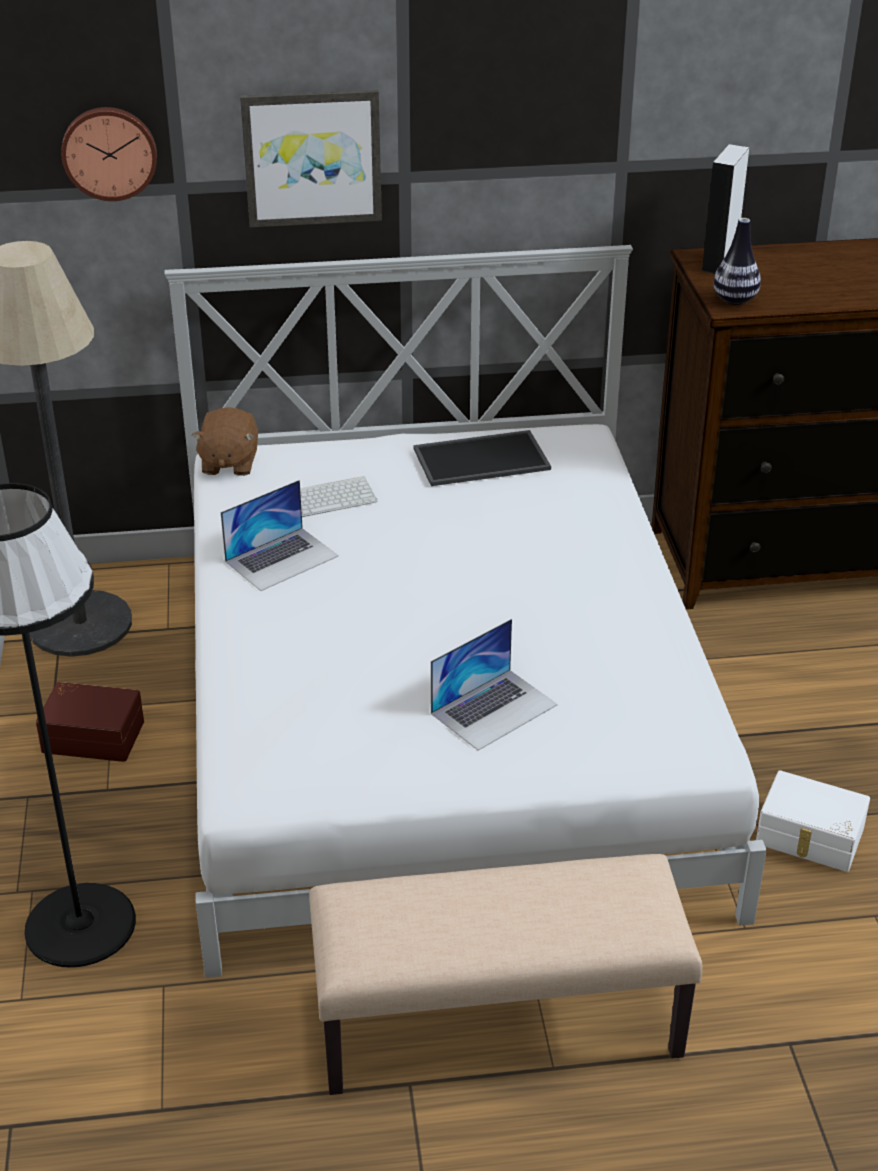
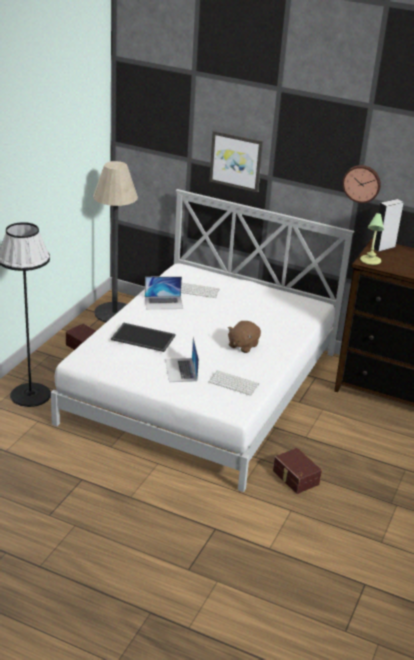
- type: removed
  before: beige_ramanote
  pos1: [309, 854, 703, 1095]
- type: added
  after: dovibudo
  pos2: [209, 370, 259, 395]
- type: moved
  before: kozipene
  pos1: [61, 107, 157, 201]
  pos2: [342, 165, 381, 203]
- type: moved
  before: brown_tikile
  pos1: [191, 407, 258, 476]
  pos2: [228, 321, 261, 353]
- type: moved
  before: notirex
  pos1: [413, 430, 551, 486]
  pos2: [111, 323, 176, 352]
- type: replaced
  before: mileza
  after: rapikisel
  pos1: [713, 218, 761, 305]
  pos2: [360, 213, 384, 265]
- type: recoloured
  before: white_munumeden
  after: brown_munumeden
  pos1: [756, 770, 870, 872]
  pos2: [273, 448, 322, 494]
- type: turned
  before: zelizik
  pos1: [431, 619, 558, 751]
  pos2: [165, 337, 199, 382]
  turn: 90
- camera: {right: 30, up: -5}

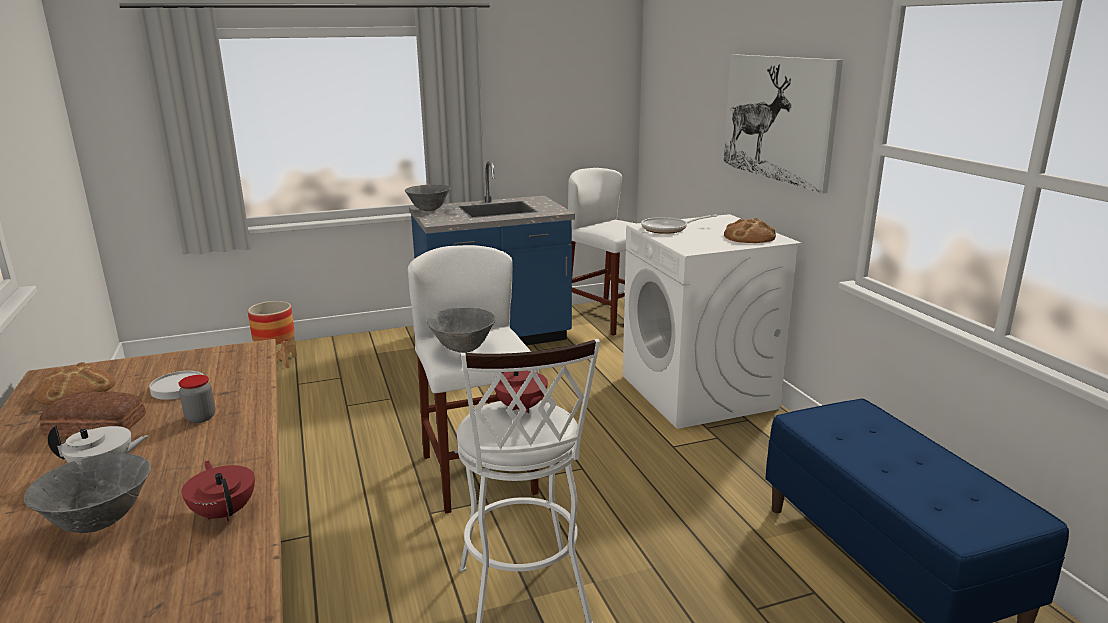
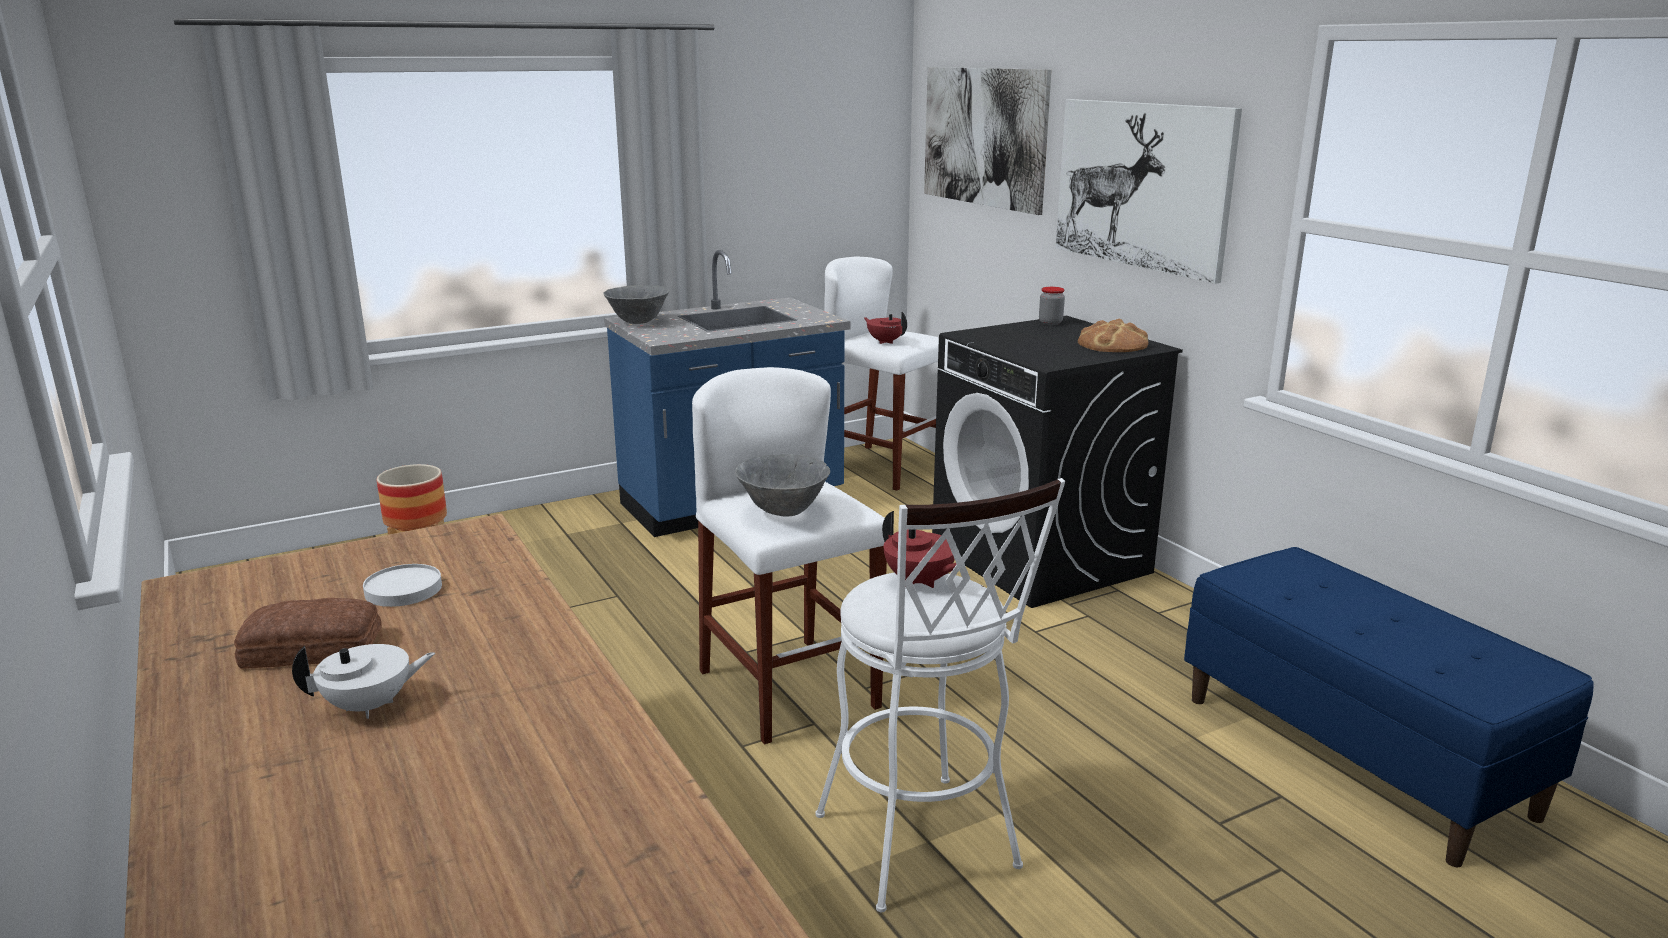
- type: removed
  before: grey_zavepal
  pos1: [24, 453, 151, 533]
- type: removed
  before: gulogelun
  pos1: [34, 362, 115, 405]
- type: removed
  before: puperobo
  pos1: [641, 214, 717, 234]
- type: added
  after: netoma
  pos2: [924, 67, 1052, 215]
- type: moved
  before: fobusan
  pos1: [179, 375, 215, 423]
  pos2: [1039, 287, 1065, 325]
- type: moved
  before: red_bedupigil
  pos1: [182, 461, 255, 521]
  pos2: [864, 312, 907, 344]
- type: recoloured
  before: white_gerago
  after: black_gerago
  pos1: [623, 214, 802, 429]
  pos2: [932, 316, 1183, 608]
- camera: {right: -10, up: 0}

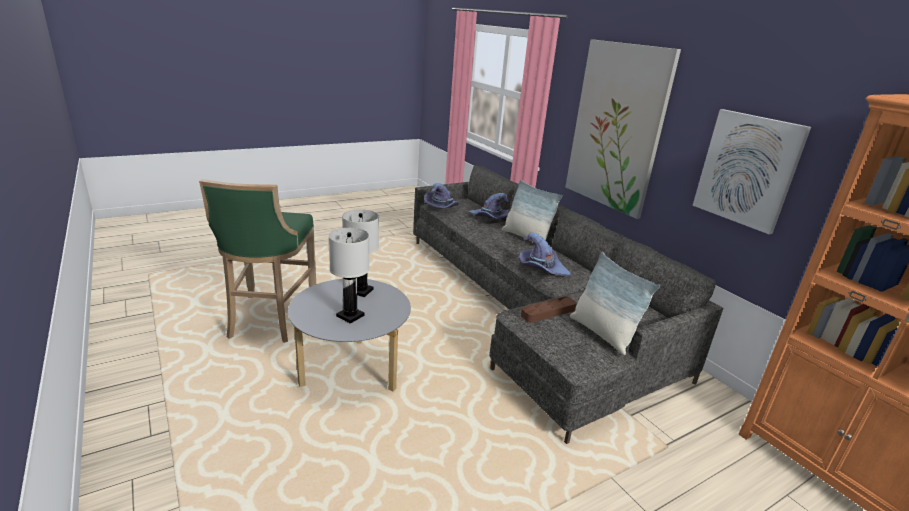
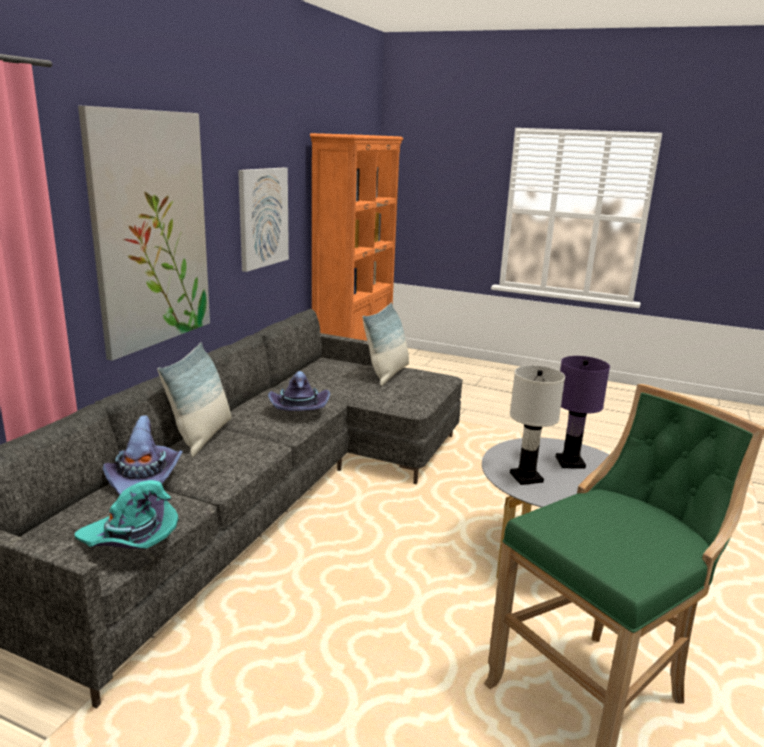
- type: removed
  before: brown_notirex
  pos1: [521, 296, 576, 323]
- type: recoloured
  before: white_rapikisel
  after: purple_rapikisel
  pos1: [329, 228, 370, 324]
  pos2: [556, 356, 610, 469]
- type: recoloured
  before: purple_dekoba
  after: turquoise_dekoba
  pos1: [424, 183, 459, 208]
  pos2: [74, 480, 179, 549]
- camera: {right: -125, up: -5}

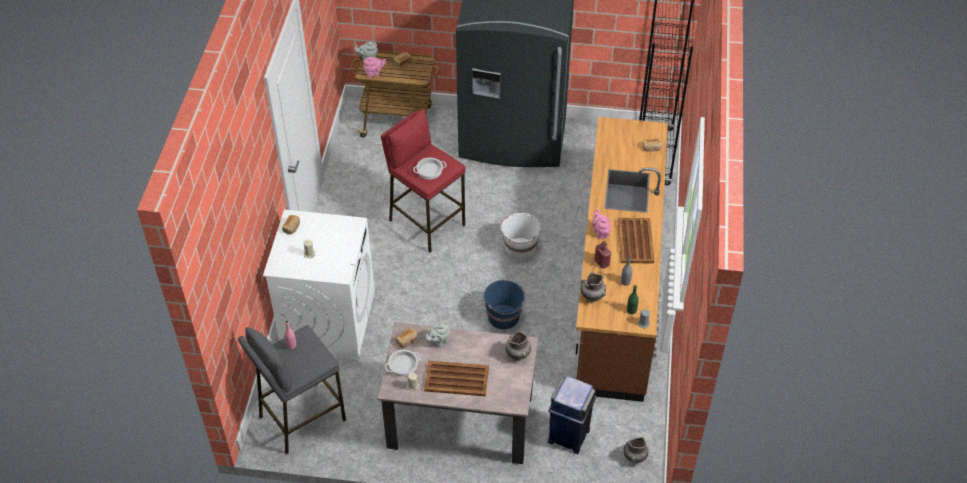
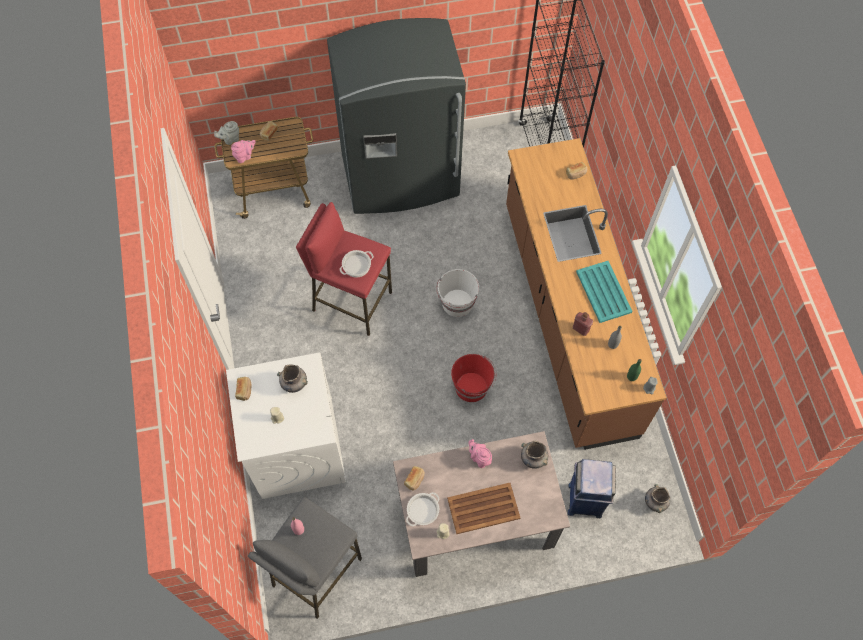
- type: removed
  before: grey_bedupigil
  pos1: [425, 321, 450, 348]
- type: moved
  before: grey_mileza
  pos1: [580, 272, 606, 302]
  pos2: [277, 365, 308, 393]
- type: moved
  before: pink_bedupigil
  pos1: [592, 209, 611, 239]
  pos2: [468, 439, 492, 468]
- type: recoloured
  before: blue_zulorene
  after: red_zulorene
  pos1: [484, 280, 526, 329]
  pos2: [451, 354, 497, 402]
- type: recoloured
  before: brown_notirex
  after: turquoise_notirex
  pos1: [618, 218, 655, 263]
  pos2: [576, 261, 633, 323]
- camera: {right: -20, up: 15}

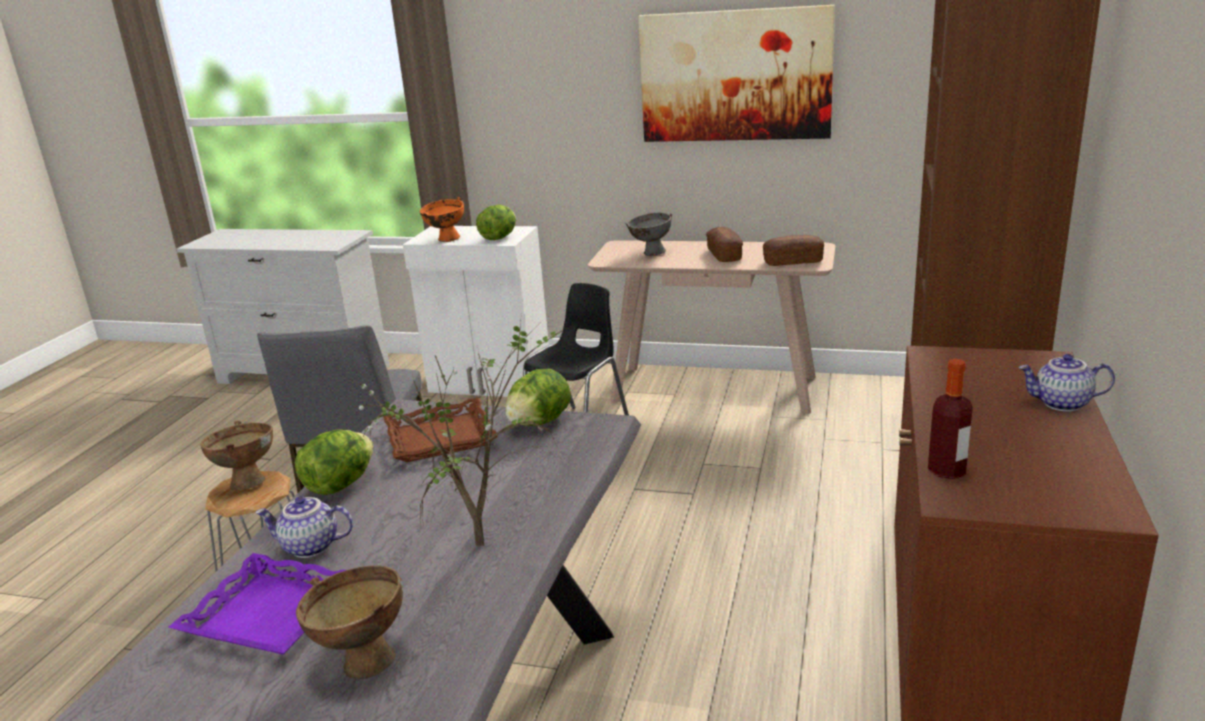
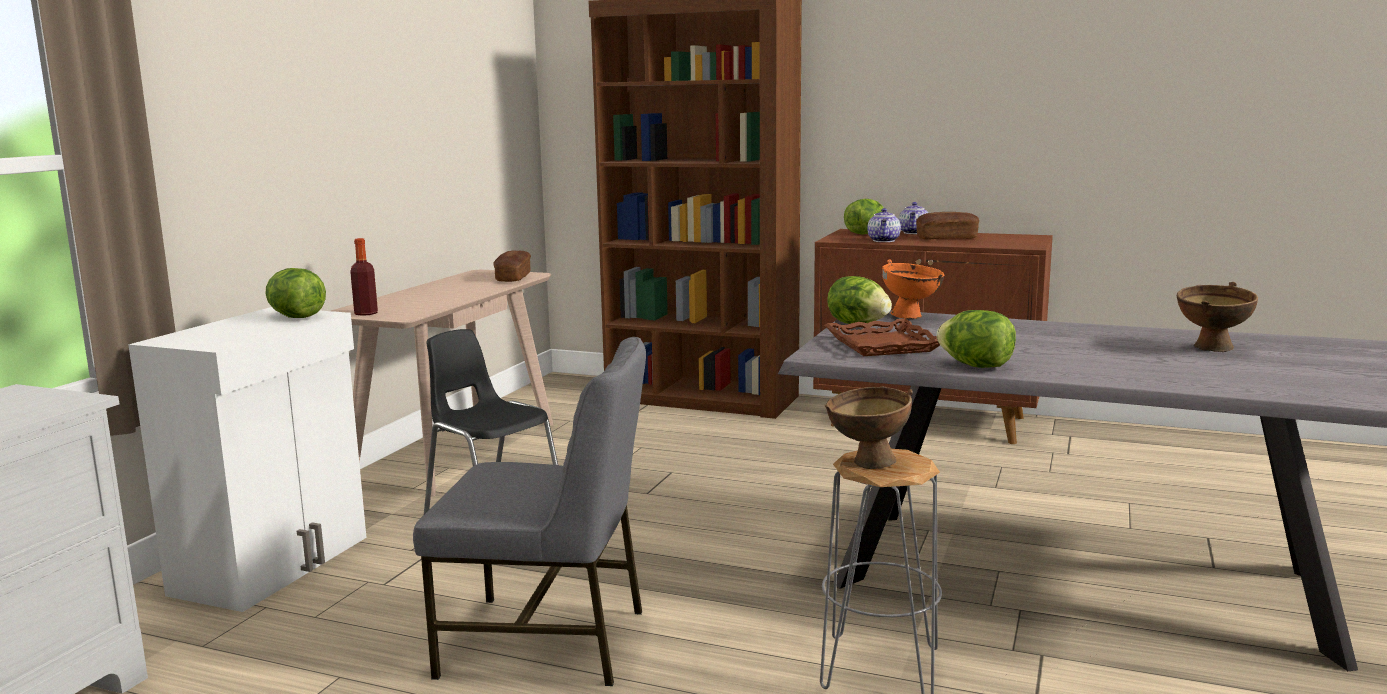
- type: removed
  before: purple_notirex
  pos1: [168, 553, 346, 655]
- type: removed
  before: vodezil
  pos1: [341, 311, 563, 546]
- type: removed
  before: grey_zavepal
  pos1: [625, 212, 672, 256]
- type: removed
  before: netoma
  pos1: [638, 5, 835, 142]
- type: added
  after: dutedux
  pos2: [844, 199, 883, 235]
- type: moved
  before: bedupigil
  pos1: [255, 496, 353, 558]
  pos2: [867, 208, 901, 242]
- type: moved
  before: orange_zavepal
  pos1: [420, 197, 464, 242]
  pos2: [882, 260, 944, 319]
- type: moved
  before: gulogelun
  pos1: [706, 227, 743, 262]
  pos2: [916, 212, 979, 240]
- type: moved
  before: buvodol
  pos1: [928, 359, 973, 479]
  pos2: [350, 238, 378, 316]
- camera: {right: -85, up: -10}

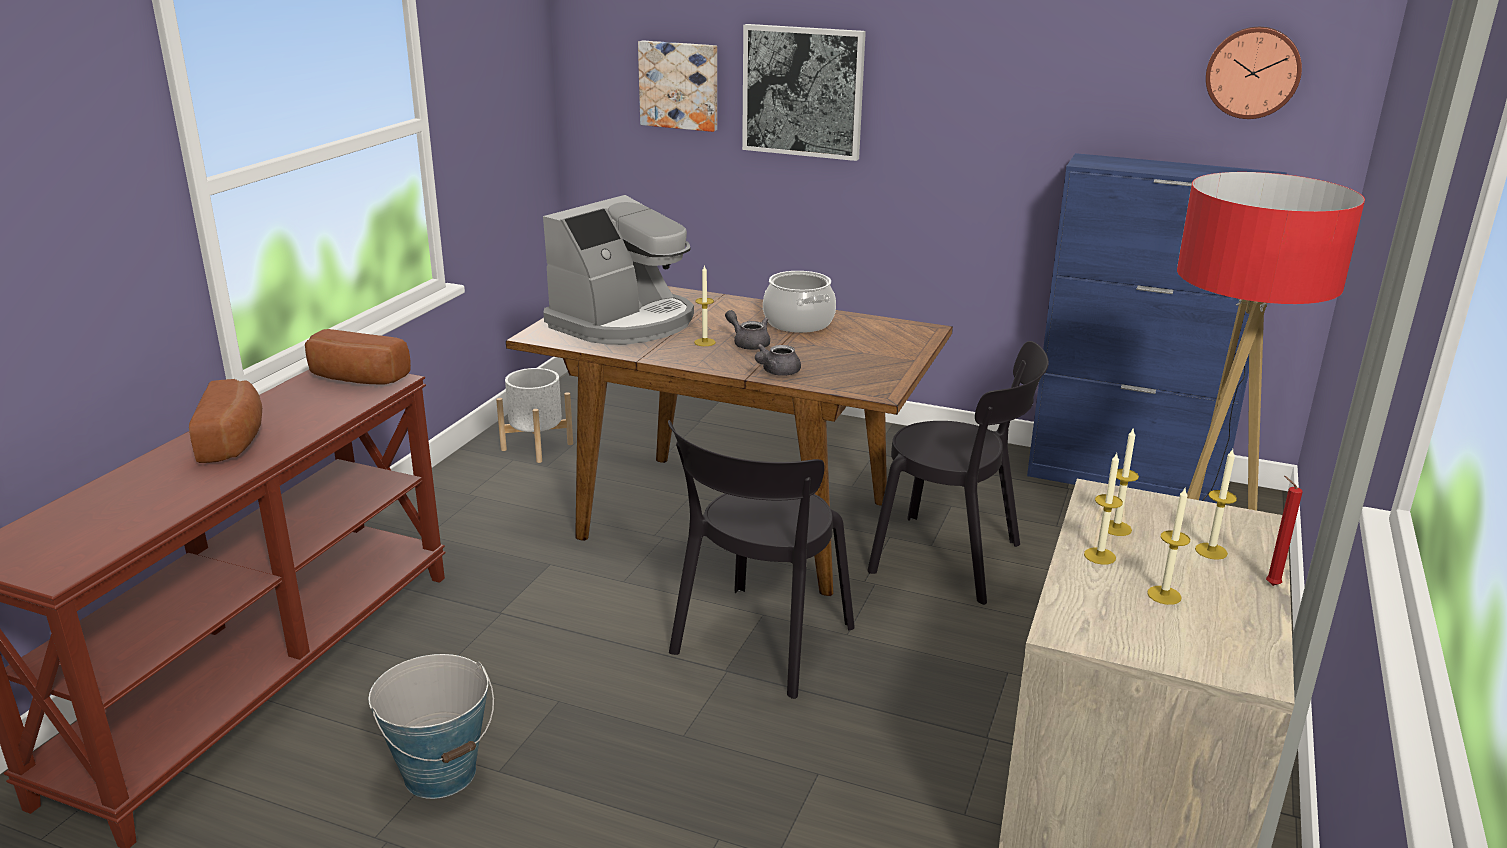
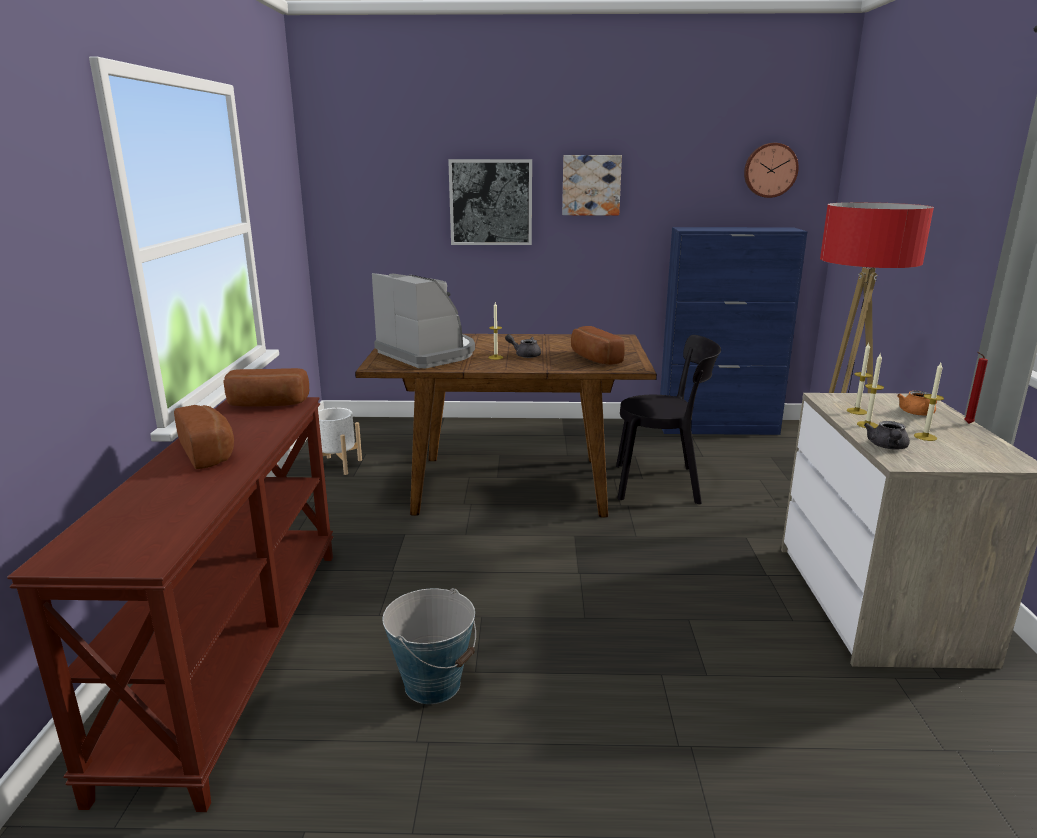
- type: removed
  before: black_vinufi
  pos1: [668, 420, 855, 699]
- type: removed
  before: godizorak
  pos1: [763, 271, 836, 333]
- type: added
  after: gulogelun
  pos2: [571, 326, 625, 365]
- type: moved
  before: netoma
  pos1: [638, 40, 717, 132]
  pos2: [562, 155, 622, 215]
- type: moved
  before: grey_bedupigil
  pos1: [755, 344, 801, 376]
  pos2: [864, 421, 910, 450]
- type: replaced
  before: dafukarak
  after: orange_bedupigil
  pos1: [1195, 449, 1237, 560]
  pos2: [897, 391, 937, 415]
- type: turned
  before: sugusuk
  pos1: [543, 195, 694, 345]
  pos2: [372, 273, 475, 368]
  turn: -60
- camera: {right: -20, up: -5}

